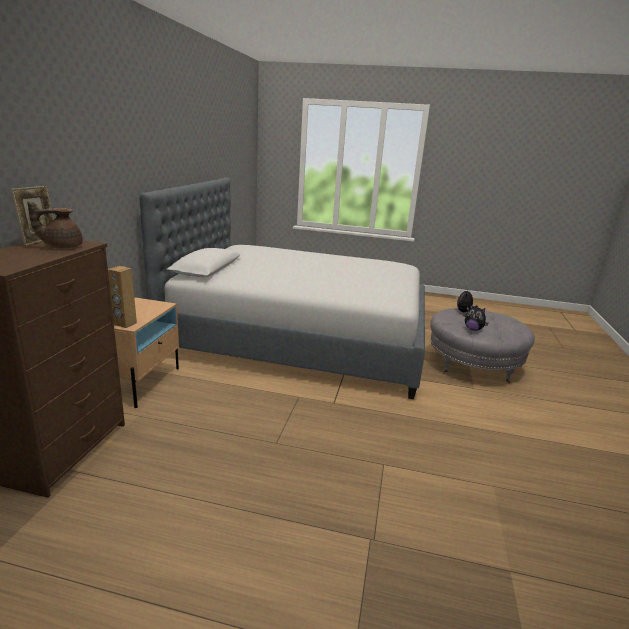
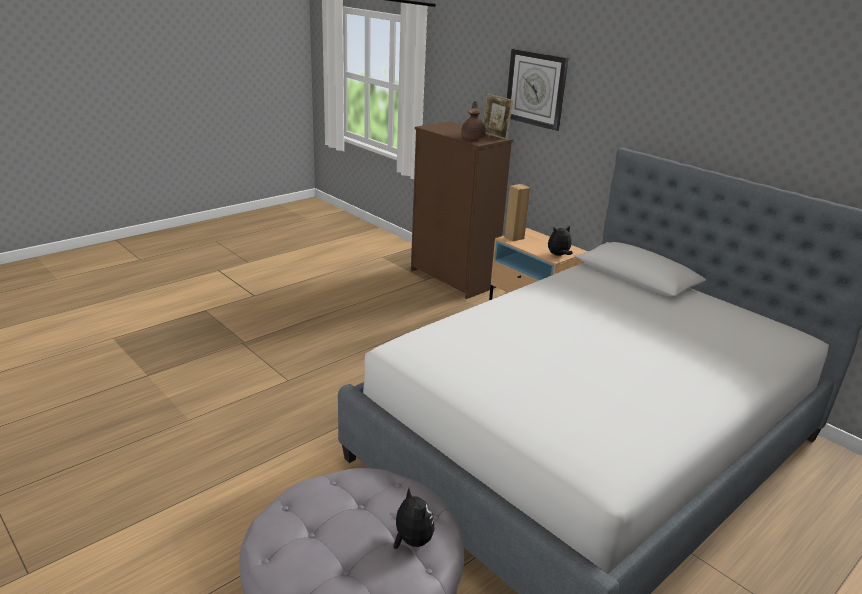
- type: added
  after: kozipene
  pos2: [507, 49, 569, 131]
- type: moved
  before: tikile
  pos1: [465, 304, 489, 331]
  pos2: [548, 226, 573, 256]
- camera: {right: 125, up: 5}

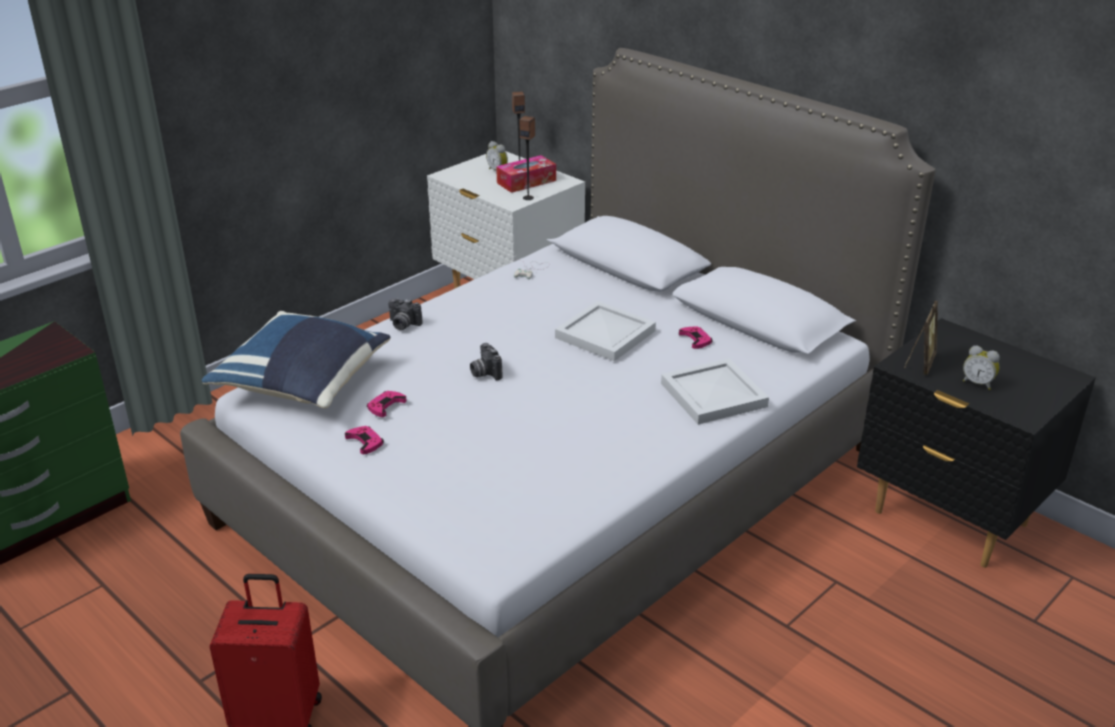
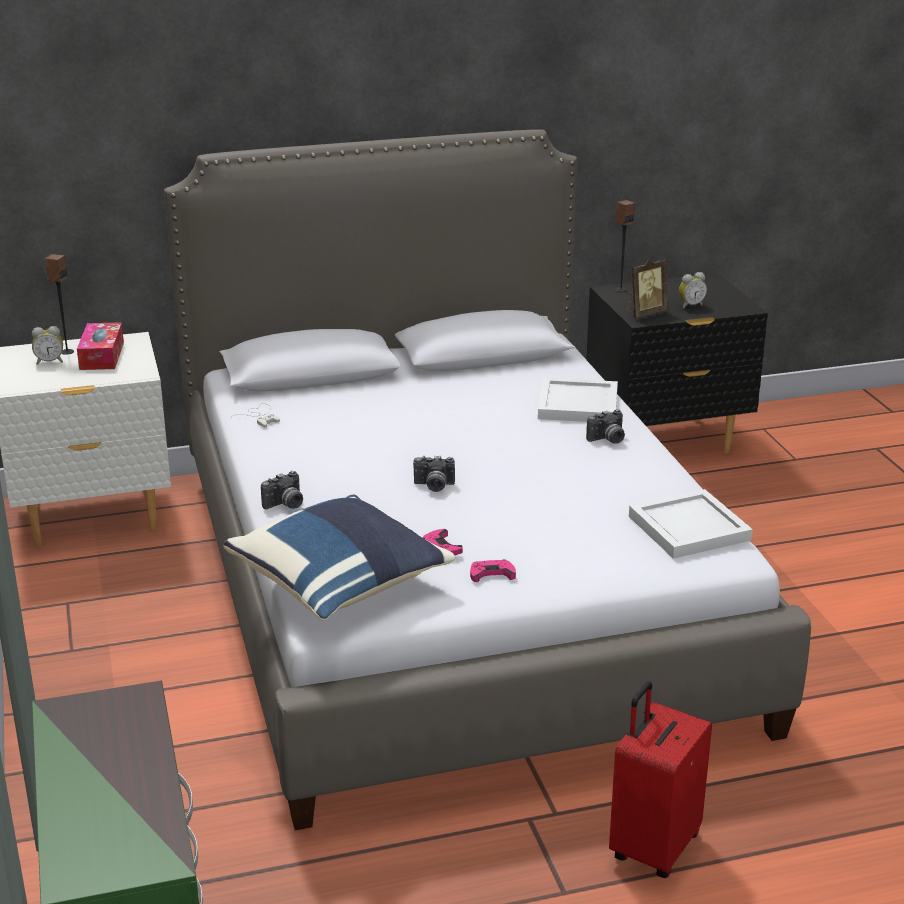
- type: removed
  before: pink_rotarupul
  pos1: [679, 327, 713, 349]
- type: added
  after: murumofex
  pos2: [586, 409, 625, 444]
- type: moved
  before: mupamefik
  pos1: [519, 116, 535, 200]
  pos2: [615, 200, 635, 292]
- type: moved
  before: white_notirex
  pos1: [555, 301, 656, 361]
  pos2: [629, 489, 753, 559]
- type: turned
  before: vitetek
  pos1: [904, 301, 938, 375]
  pos2: [626, 258, 668, 318]
  turn: 90
- camera: {right: -60, up: -5}

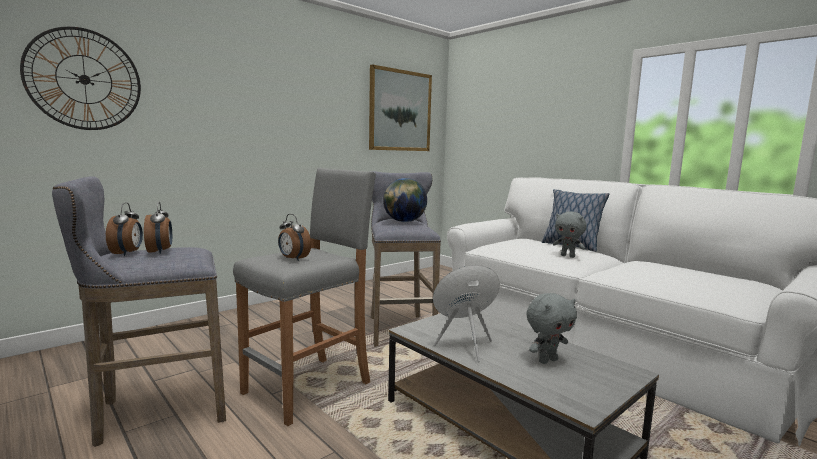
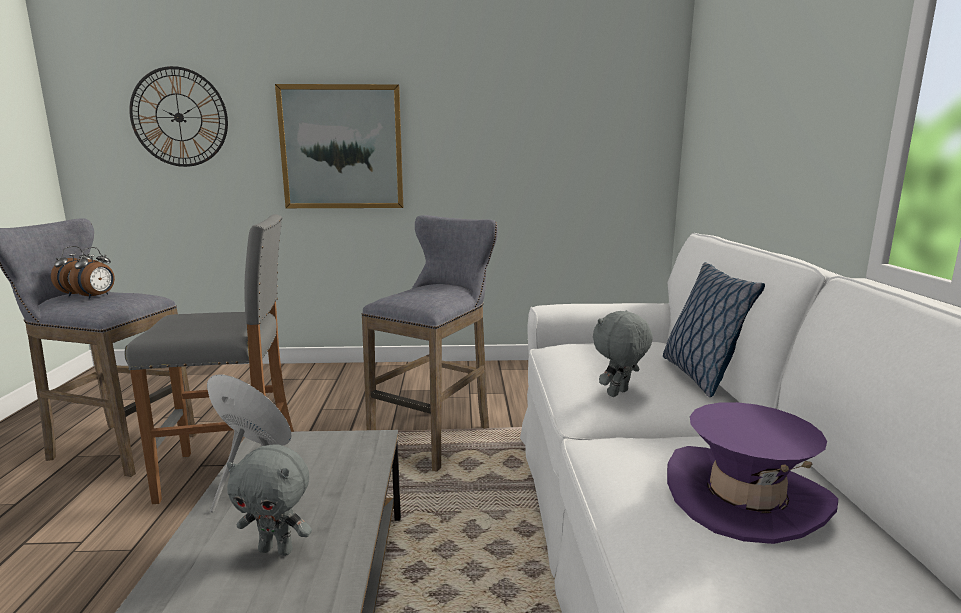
- type: removed
  before: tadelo
  pos1: [278, 214, 311, 261]
- type: removed
  before: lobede
  pos1: [383, 178, 427, 222]
- type: added
  after: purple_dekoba
  pos2: [667, 402, 838, 544]
- type: moved
  before: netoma
  pos1: [369, 64, 432, 151]
  pos2: [275, 84, 403, 208]
- type: turned
  before: grey_tikile
  pos1: [553, 211, 587, 258]
  pos2: [593, 310, 653, 397]
  turn: 60
- camera: {right: 40, up: 5}

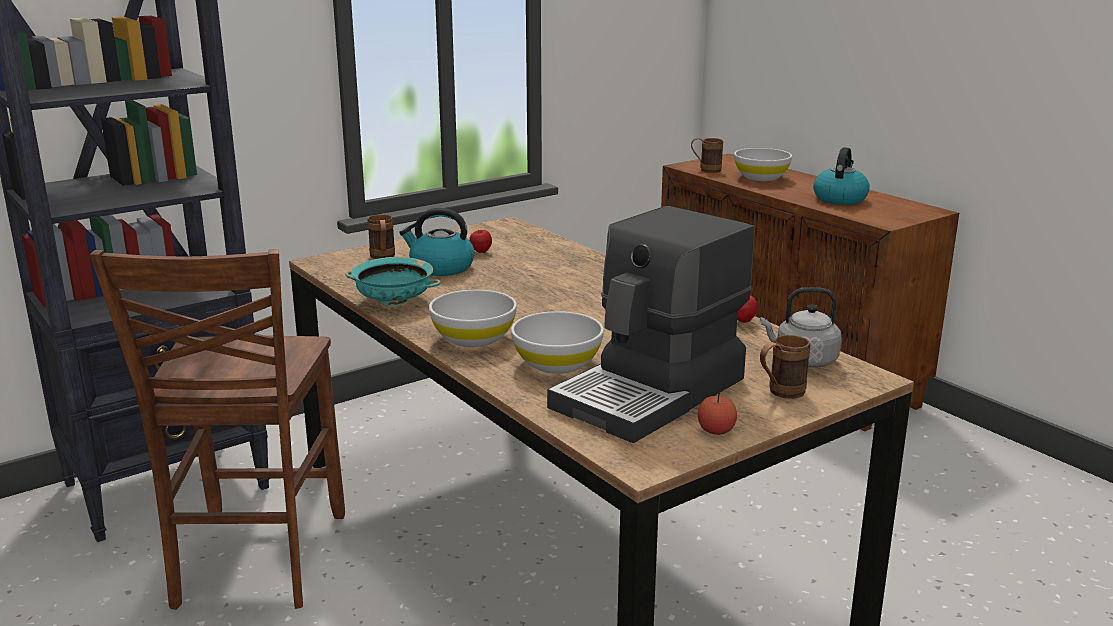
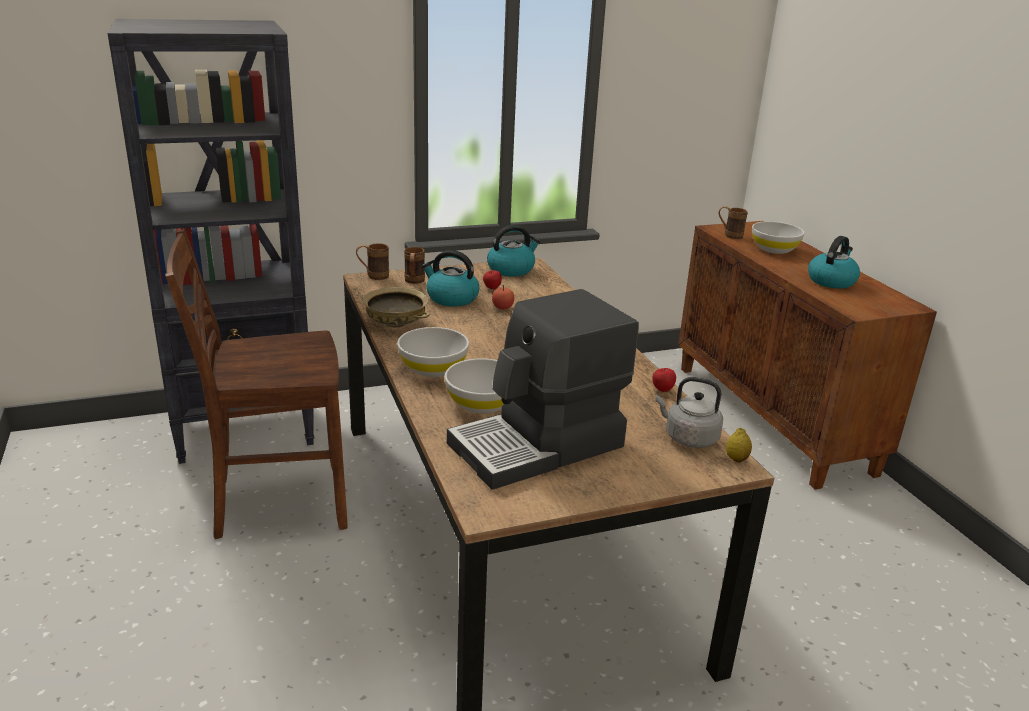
- type: added
  after: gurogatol
  pos2: [487, 225, 540, 276]
- type: added
  after: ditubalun
  pos2: [726, 428, 752, 462]
- type: moved
  before: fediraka
  pos1: [698, 393, 737, 435]
  pos2: [492, 285, 514, 309]
- type: moved
  before: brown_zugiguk
  pos1: [760, 335, 810, 399]
  pos2: [356, 243, 389, 280]
- type: recoloured
  before: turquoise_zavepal
  after: beige_zavepal
  pos1: [345, 257, 441, 306]
  pos2: [362, 287, 429, 328]
- type: turned
  before: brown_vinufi
  pos1: [90, 249, 345, 610]
  pos2: [165, 229, 348, 539]
  turn: 60
- camera: {right: 15, up: 5}

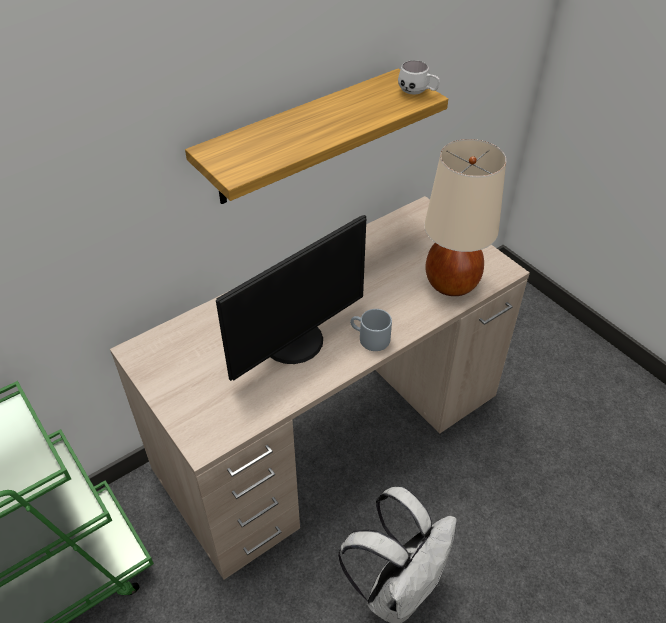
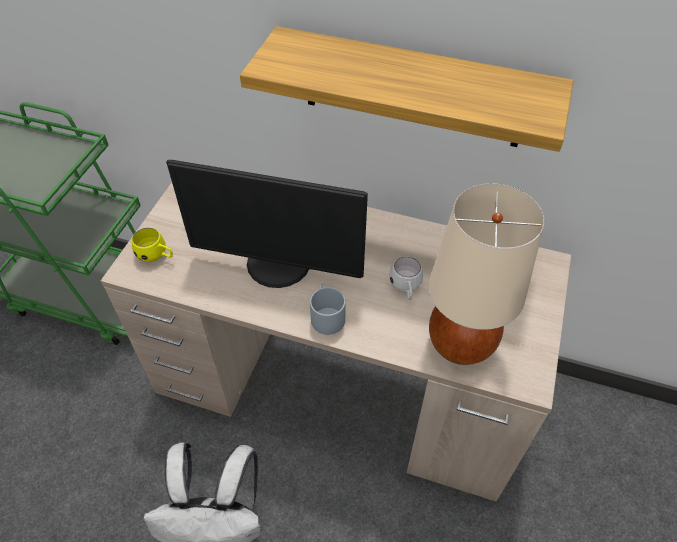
- type: added
  after: yellow_zugiguk
  pos2: [132, 228, 173, 262]
- type: moved
  before: white_zugiguk
  pos1: [398, 60, 440, 95]
  pos2: [389, 256, 423, 300]
- camera: {right: 55, up: 5}

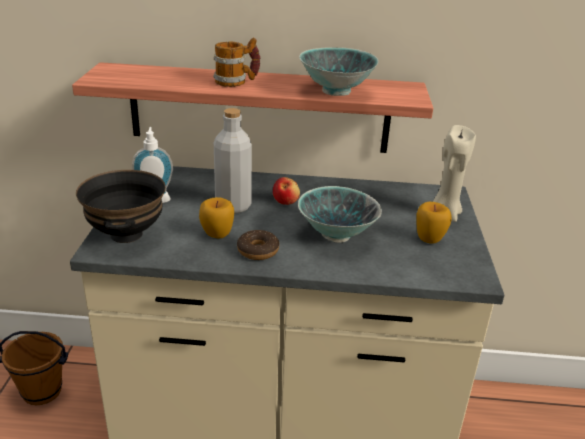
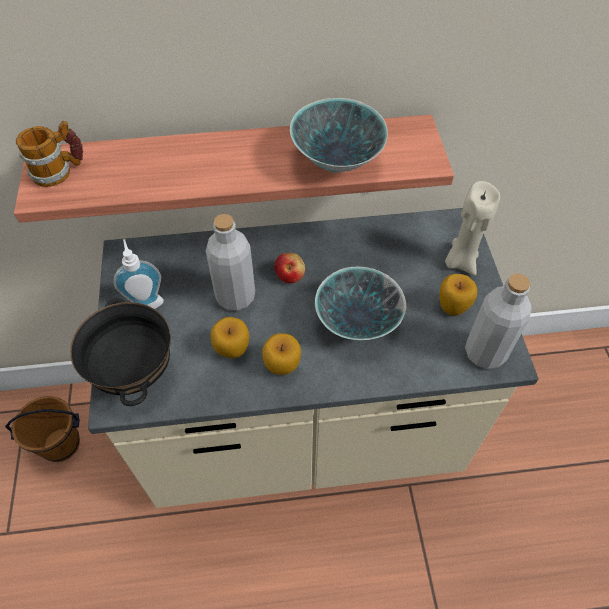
- type: added
  after: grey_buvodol
  pos2: [465, 274, 531, 369]
- type: moved
  before: zugiguk
  pos1: [213, 38, 261, 87]
  pos2: [16, 121, 83, 187]
- type: replaced
  before: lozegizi
  after: fediraka
  pos1: [237, 230, 279, 260]
  pos2: [262, 333, 301, 375]
- camera: {right: -10, up: 25}

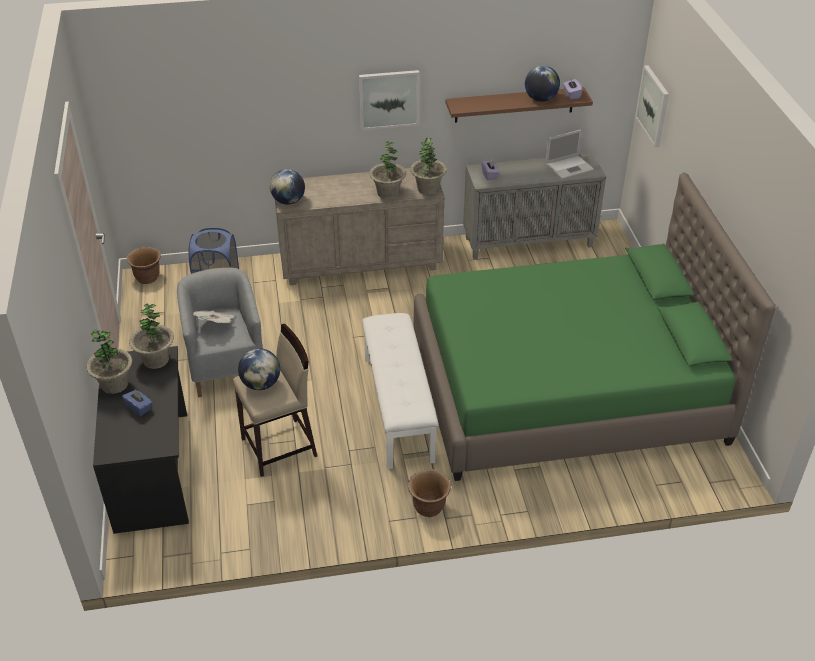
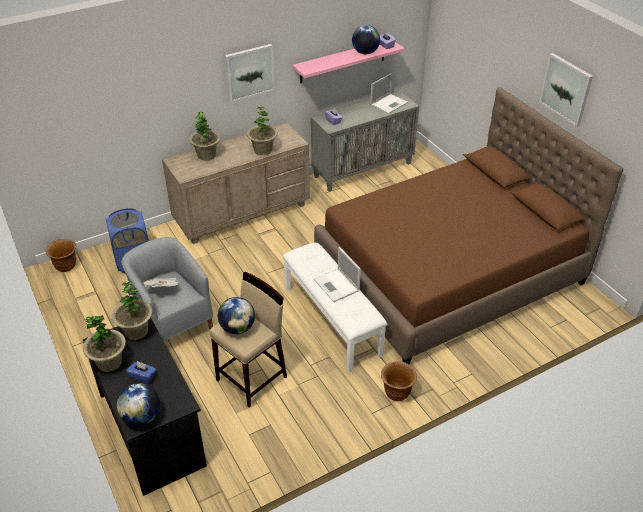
- type: added
  after: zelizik
  pos2: [314, 247, 361, 302]
- type: moved
  before: lobede
  pos1: [270, 169, 305, 205]
  pos2: [117, 383, 160, 426]
- type: moved
  before: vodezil
  pos1: [410, 137, 447, 195]
  pos2: [189, 112, 220, 161]
- type: moved
  before: netoma
  pos1: [635, 65, 669, 147]
  pos2: [539, 53, 593, 127]
- type: recoloured
  before: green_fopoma
  after: brown_fopoma
  pos1: [414, 172, 776, 481]
  pos2: [314, 87, 623, 364]
- type: recoloured
  before: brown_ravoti
  after: pink_ravoti
  pos1: [445, 87, 593, 123]
  pos2: [293, 42, 404, 83]
- camera: {right: -20, up: 0}

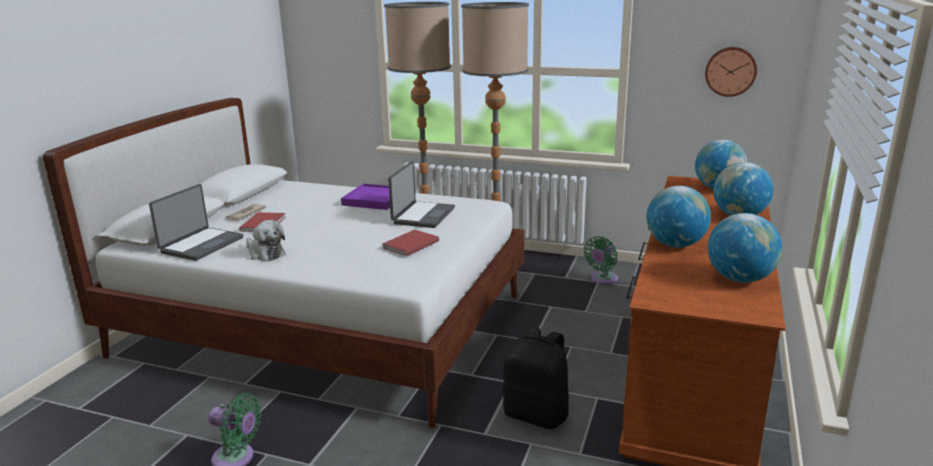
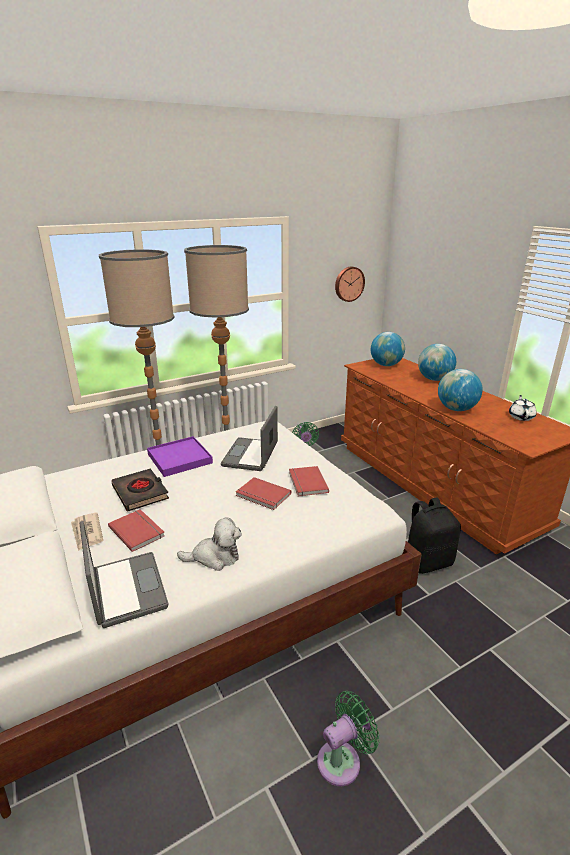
- type: added
  after: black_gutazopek
  pos2: [111, 469, 169, 511]
- type: added
  after: red_gutazopek
  pos2: [236, 477, 291, 510]
- type: replaced
  before: lobede
  after: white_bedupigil
  pos1: [708, 213, 782, 283]
  pos2: [509, 395, 537, 421]
- type: turned
  before: zelizik
  pos1: [388, 161, 455, 228]
  pos2: [221, 406, 278, 471]
  turn: -135
- camera: {right: -50, up: 5}

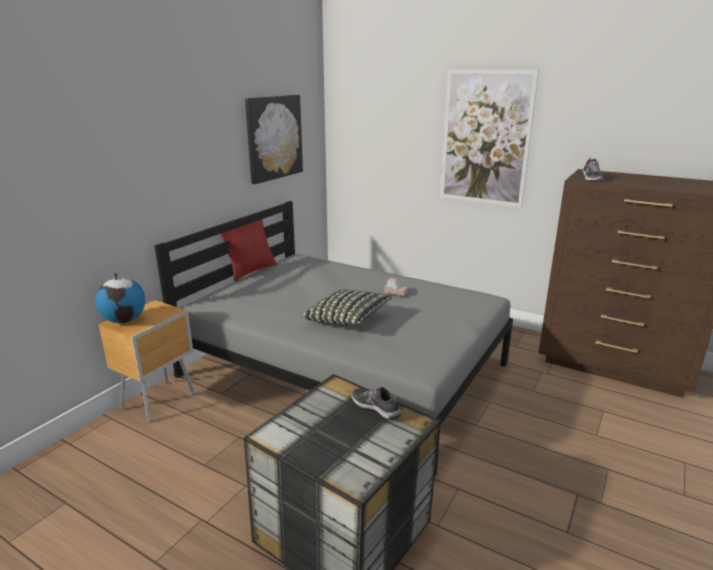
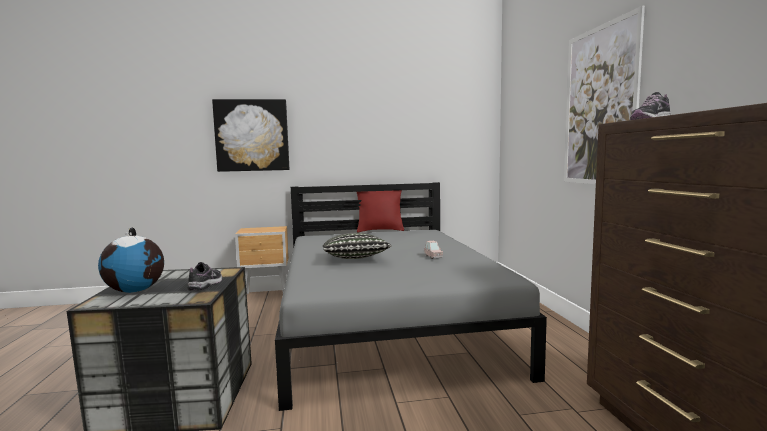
- type: moved
  before: lobede
  pos1: [95, 272, 145, 323]
  pos2: [98, 228, 164, 293]
- type: moved
  before: netoma
  pos1: [245, 95, 303, 184]
  pos2: [212, 99, 289, 172]
- camera: {right: 50, up: -15}

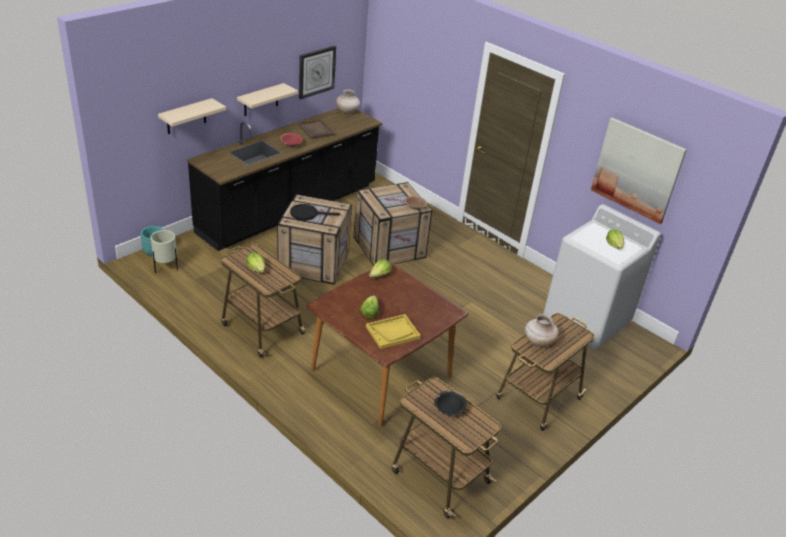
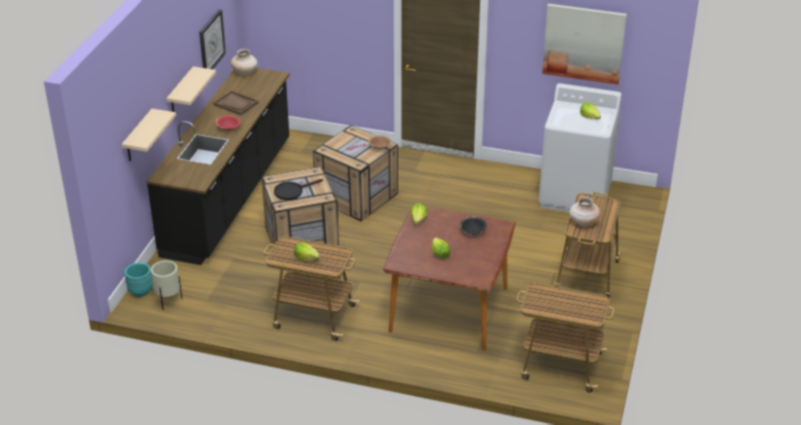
- type: removed
  before: yellow_notirex
  pos1: [366, 314, 421, 349]
- type: moved
  before: black_zavepal
  pos1: [434, 390, 467, 416]
  pos2: [460, 217, 487, 235]
- camera: {right: -25, up: 0}

